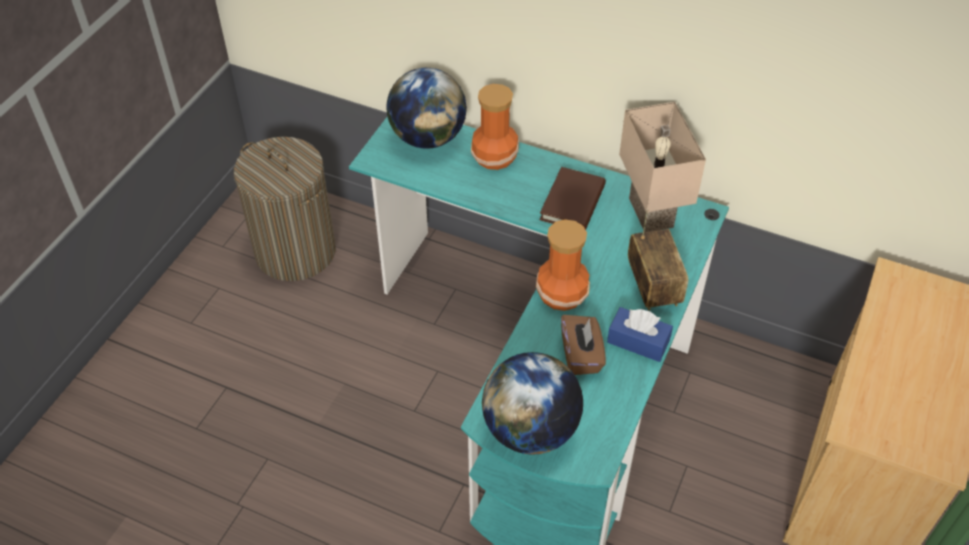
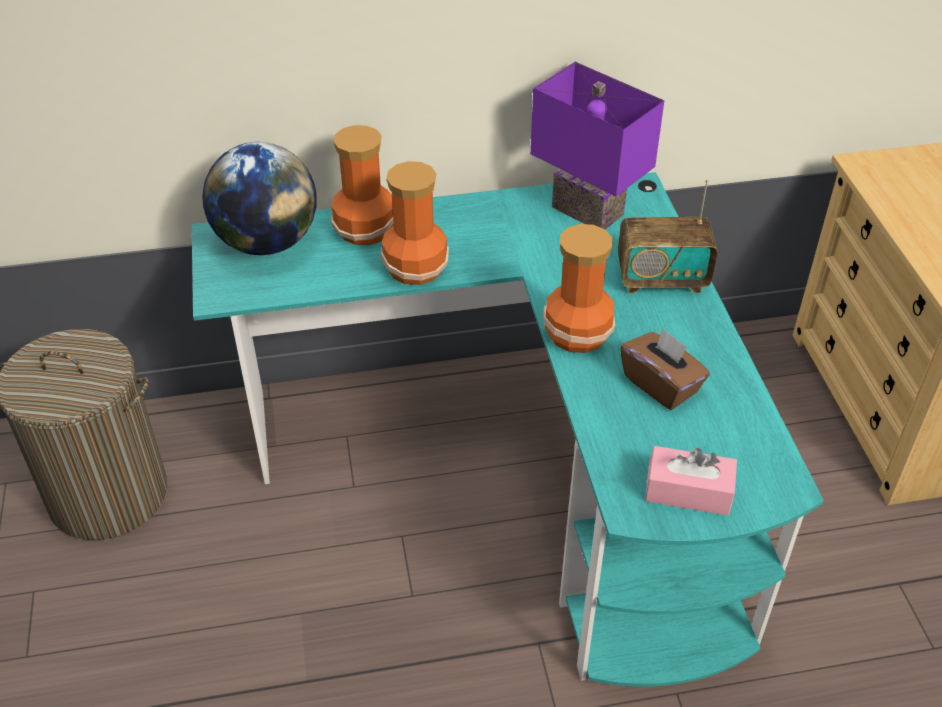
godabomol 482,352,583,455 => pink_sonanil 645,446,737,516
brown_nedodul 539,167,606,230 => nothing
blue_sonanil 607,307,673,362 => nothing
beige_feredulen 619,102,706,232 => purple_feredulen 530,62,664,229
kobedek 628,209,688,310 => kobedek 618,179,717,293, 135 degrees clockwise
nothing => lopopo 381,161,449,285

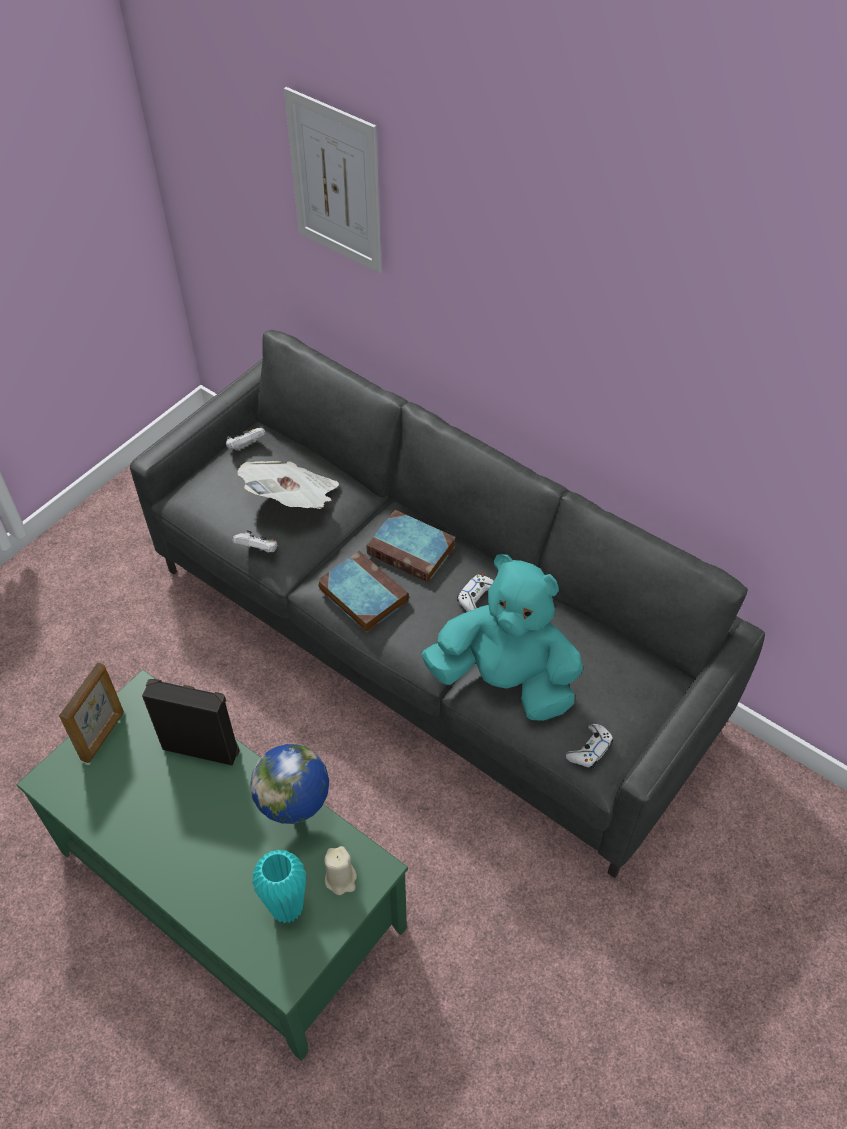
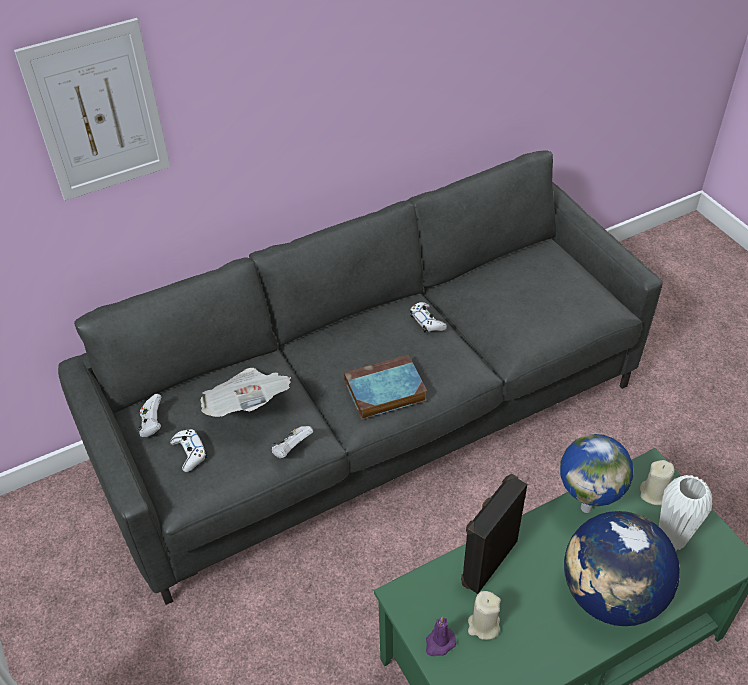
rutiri 59,662,124,763 => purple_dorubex 426,617,456,656
turquoise_lopopo 252,850,306,923 => white_lopopo 659,475,712,551
nedodul 366,510,456,583 => nothing
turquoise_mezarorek 421,554,583,721 => nothing
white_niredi 566,724,613,768 => white_niredi 170,429,207,472, moved
nothing => beige_dorubex 468,591,501,640
nothing => godabomol 564,511,680,626

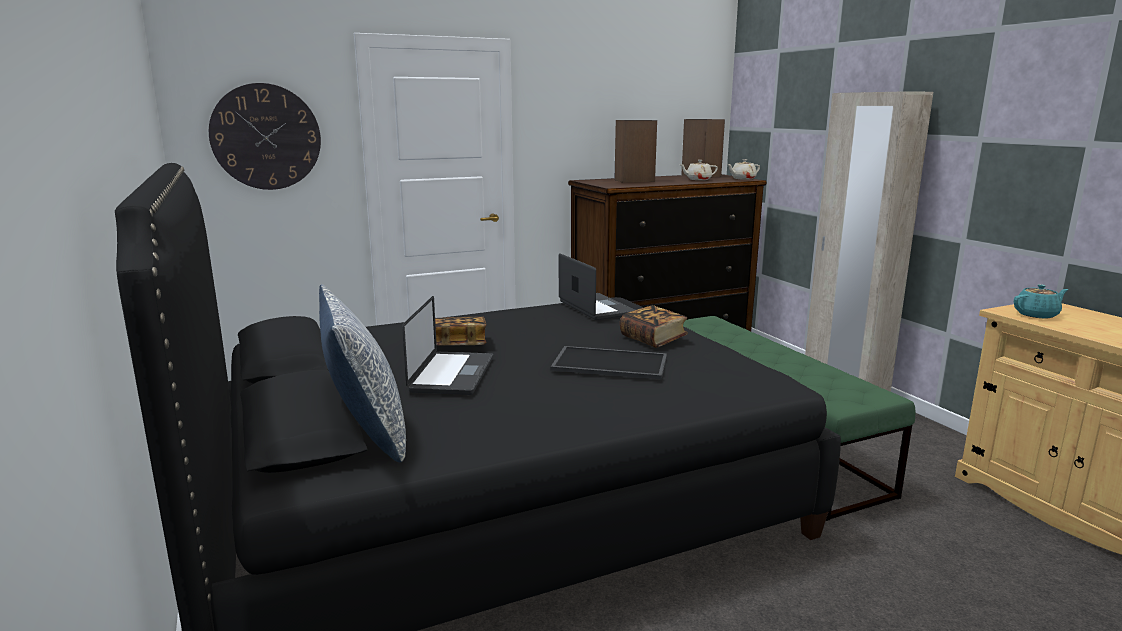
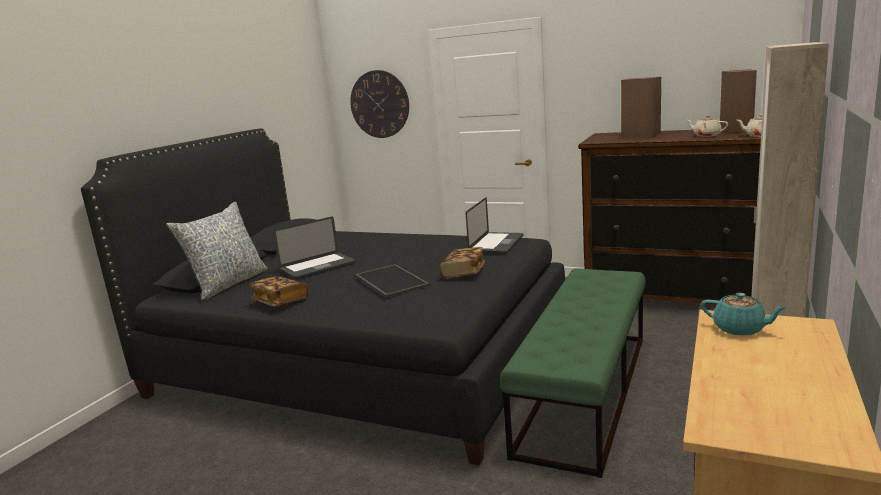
nedodul 435,316,486,345 => nedodul 250,276,308,307, moved

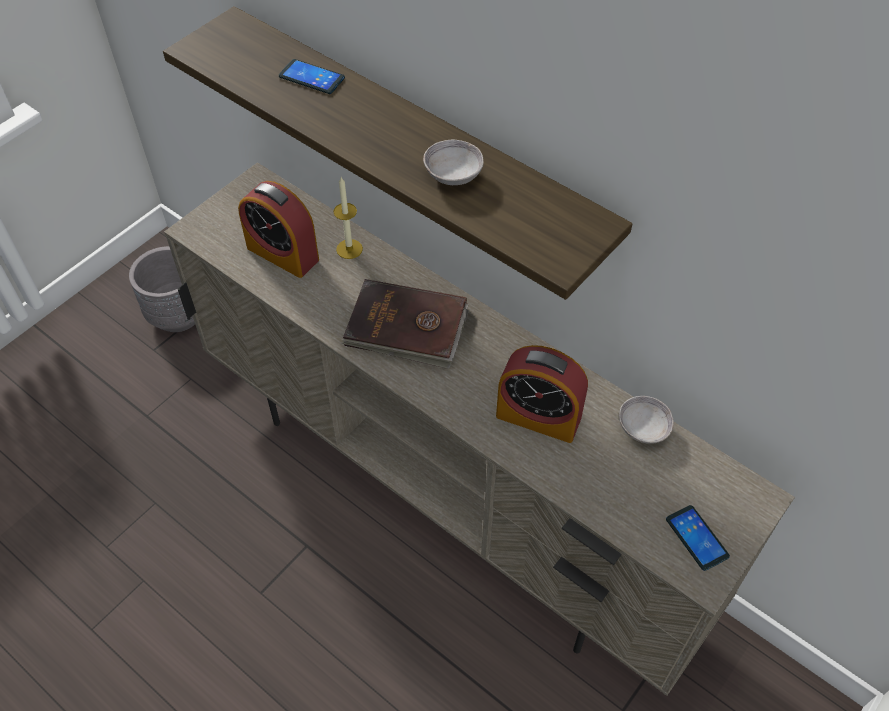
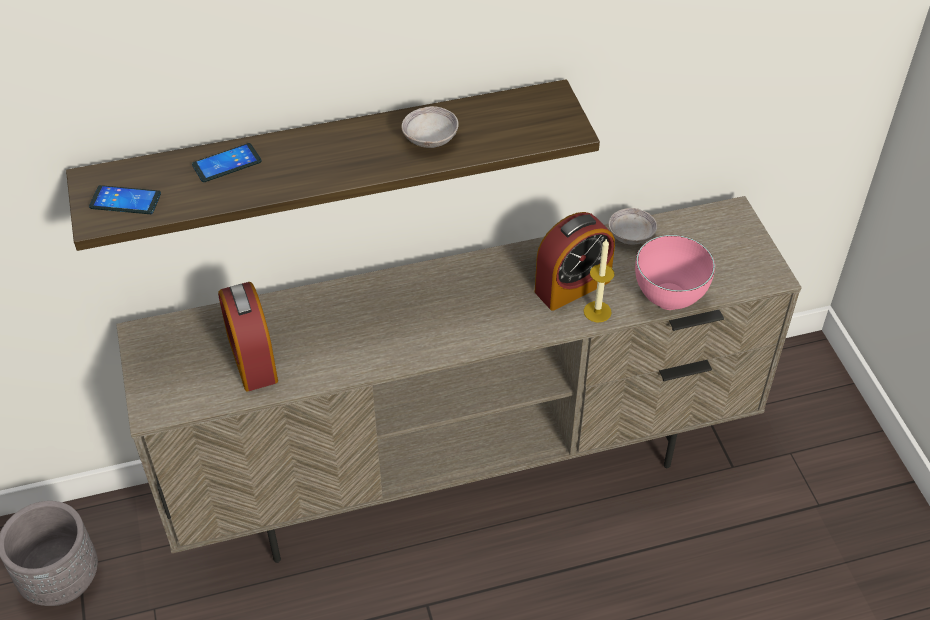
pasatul 238,181,319,278 => pasatul 218,282,278,392, 90 degrees clockwise
dorubex 333,177,363,259 => dorubex 584,238,615,322, moved
brown_nedodul 342,279,469,369 => nothing
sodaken 666,505,730,571 => sodaken 89,185,161,214, moved
nothing => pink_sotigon 635,235,715,310

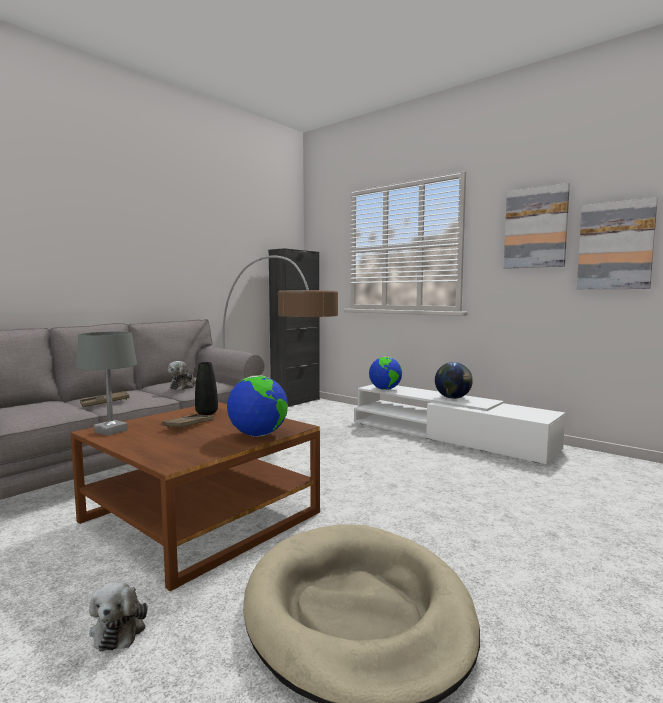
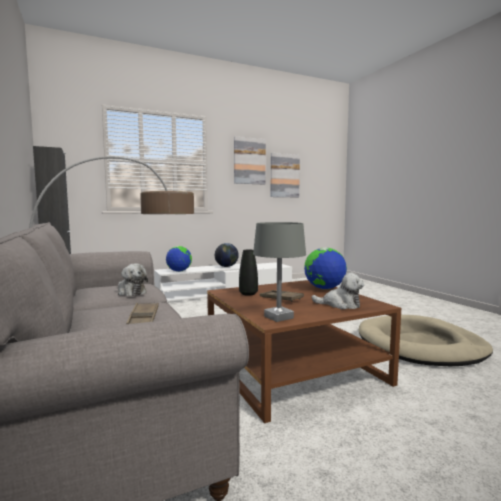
mezarorek 89,582,147,651 => mezarorek 311,272,364,309, moved

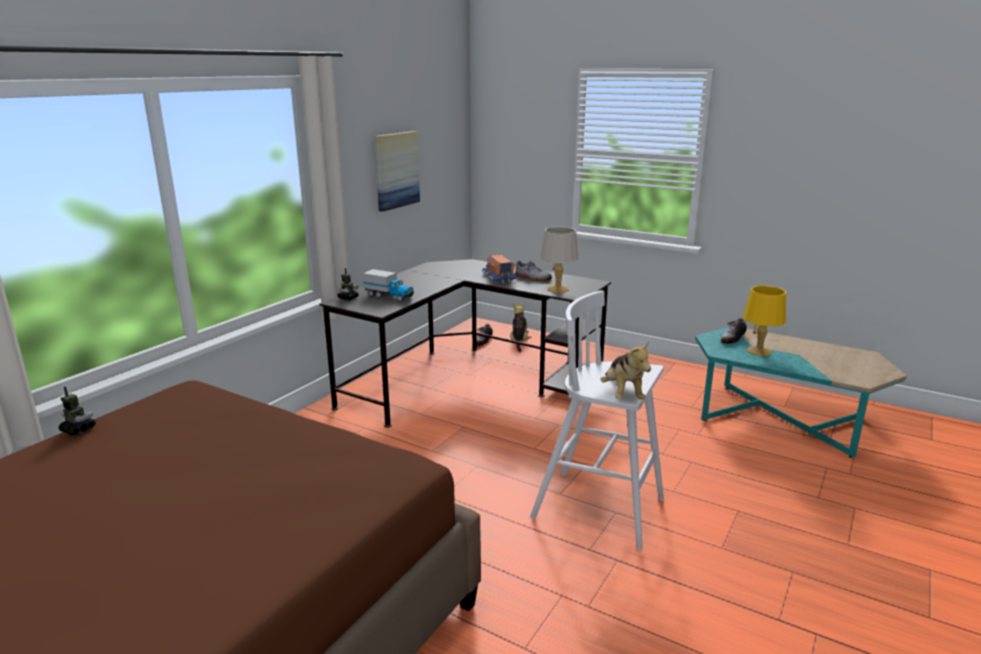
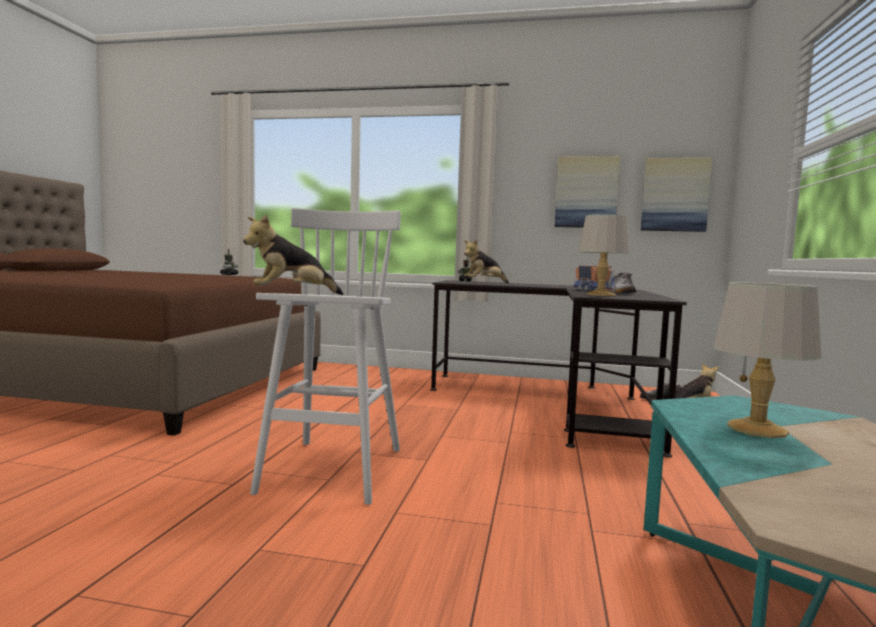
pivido 363,269,414,302 => mezarorek 464,239,509,283
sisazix 721,318,747,344 => nothing
yellow_feredulen 743,286,786,356 => grey_feredulen 714,282,822,438
nothing => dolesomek 641,158,712,232

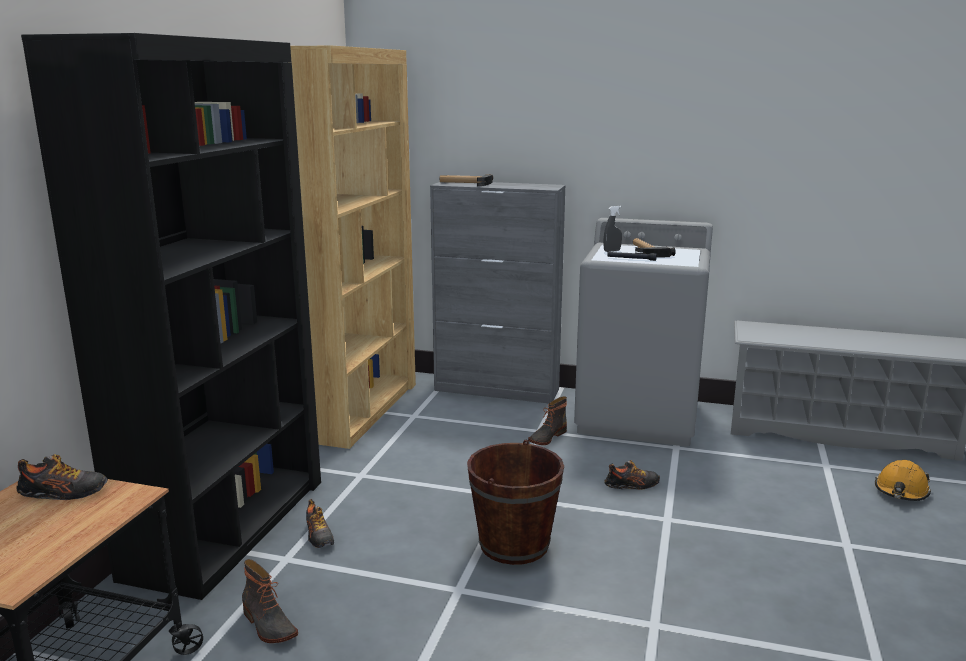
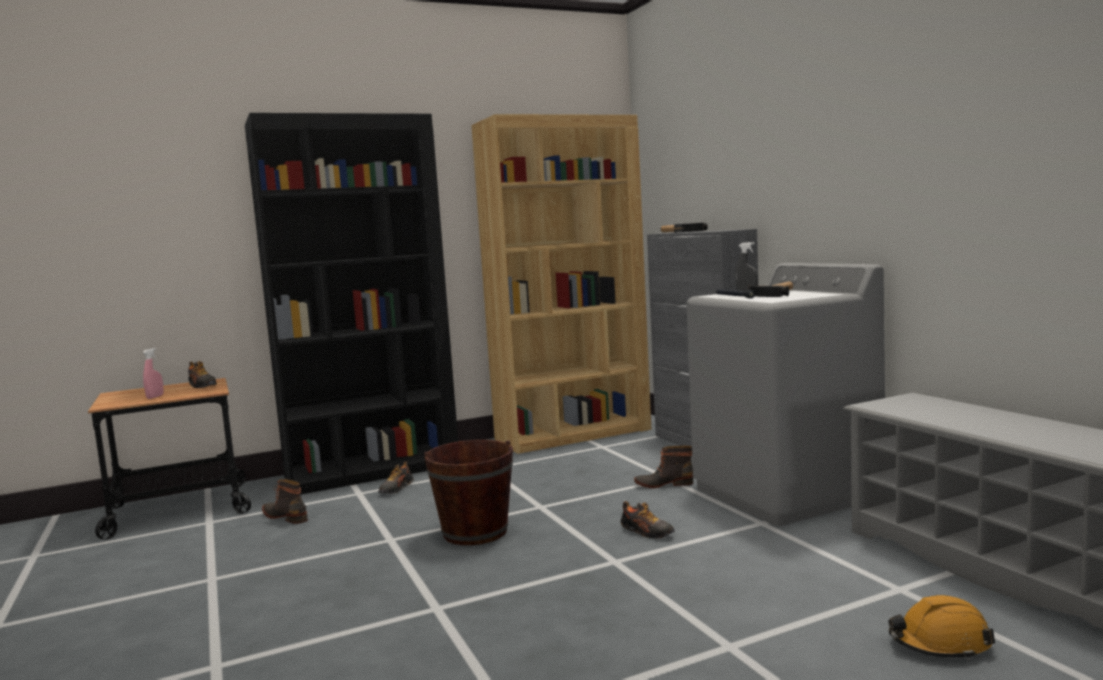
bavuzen 242,559,298,643 => bavuzen 262,479,308,524, 120 degrees clockwise
nothing => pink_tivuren 143,348,164,399

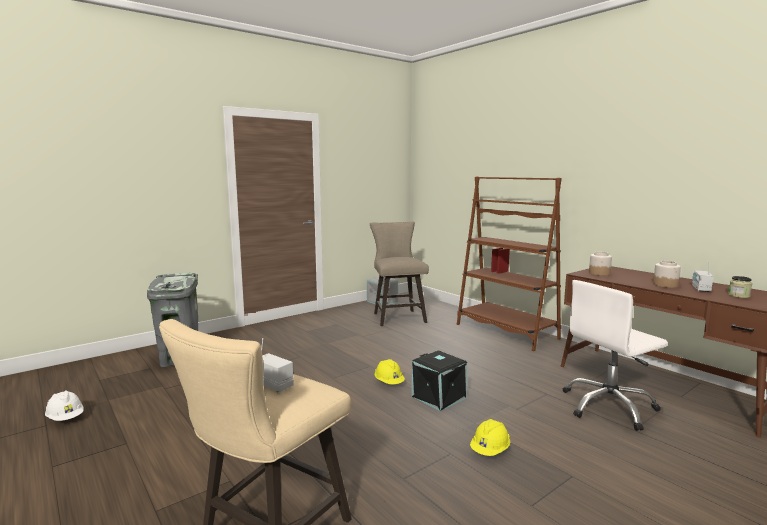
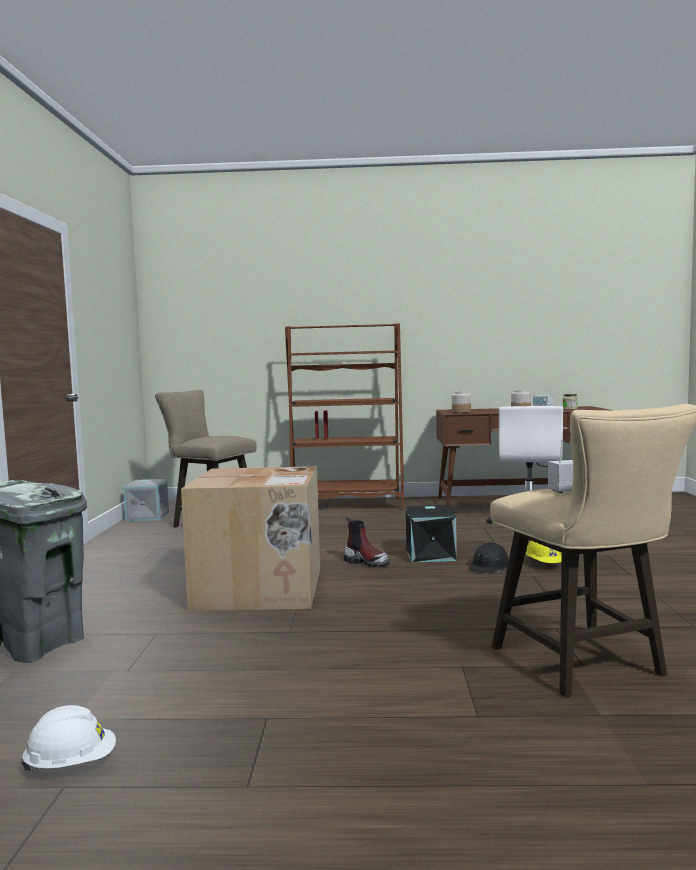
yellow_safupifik 375,359,405,384 => bavuzen 344,516,389,567
nothing => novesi 181,466,320,611
nothing => black_safupifik 468,542,508,573

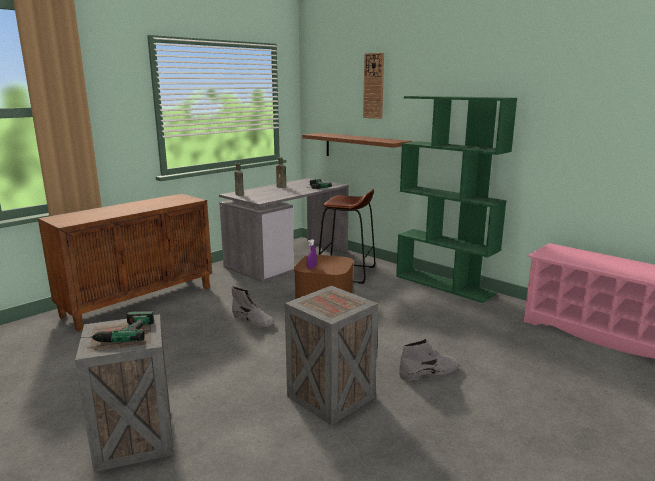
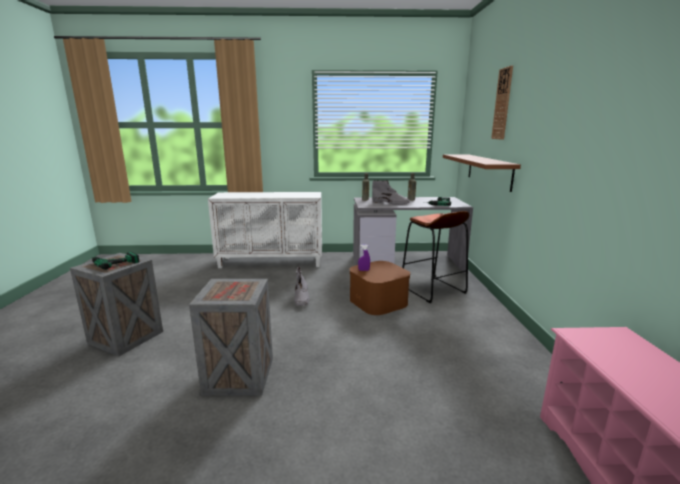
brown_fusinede 38,194,212,332 => white_fusinede 208,192,322,268
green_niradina 396,96,517,303 => nothing
grey_bavuzen 399,338,458,381 => grey_bavuzen 372,180,410,205, moved

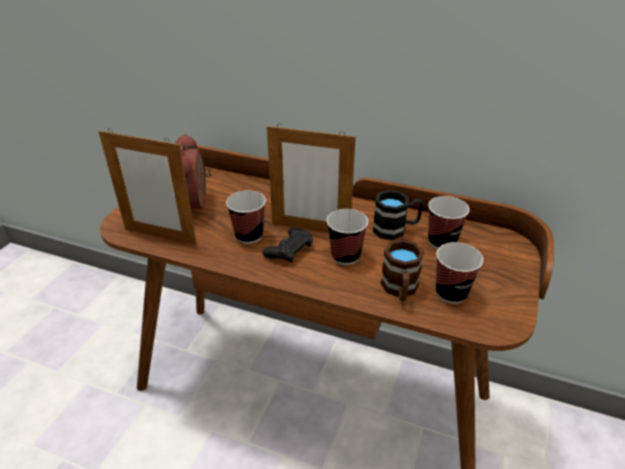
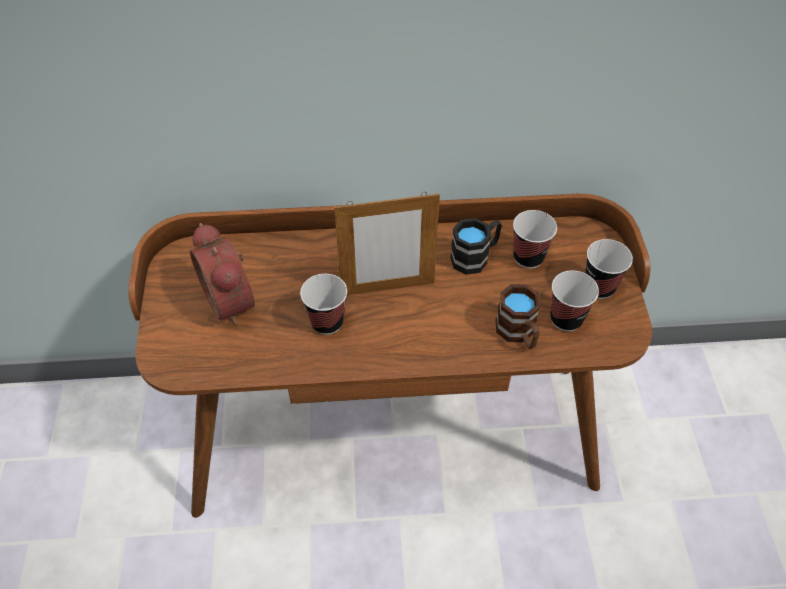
rutiri 98,128,197,245 => nothing
black_niredi 262,227,313,263 => nothing
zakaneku 327,209,368,265 => zakaneku 585,239,633,299, moved

